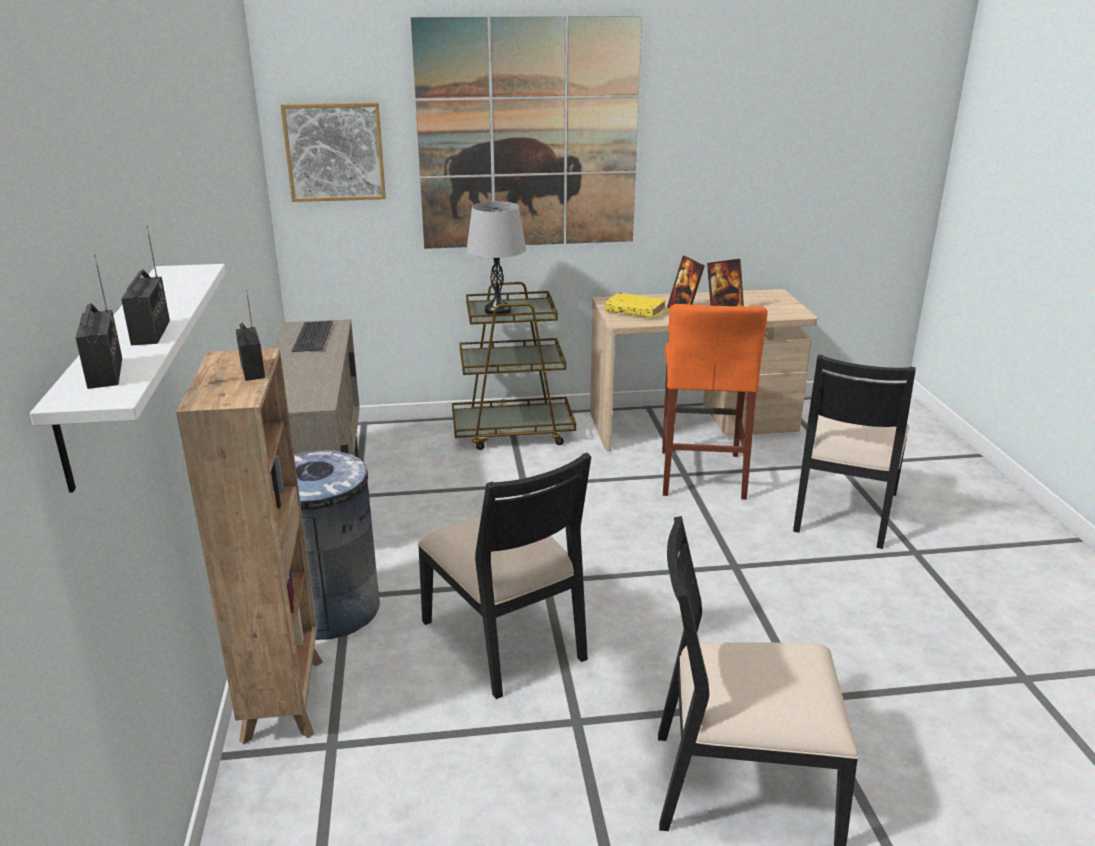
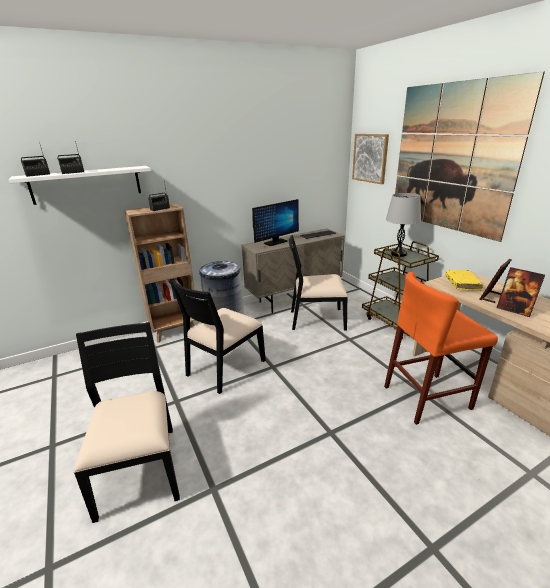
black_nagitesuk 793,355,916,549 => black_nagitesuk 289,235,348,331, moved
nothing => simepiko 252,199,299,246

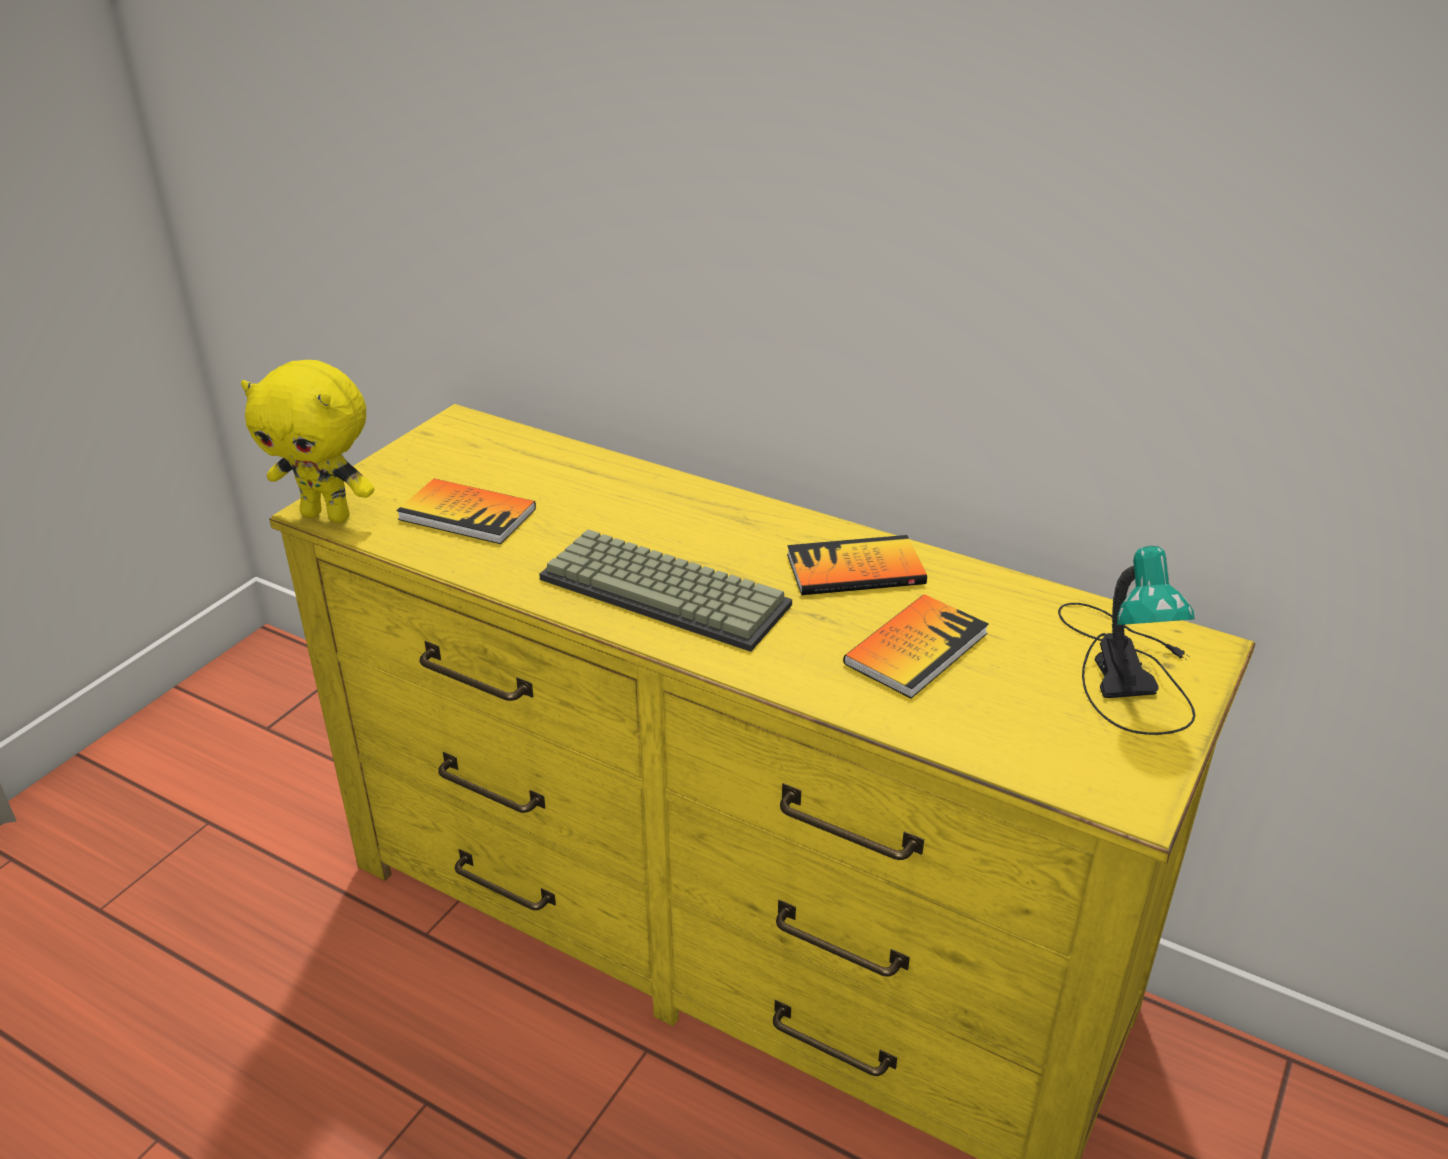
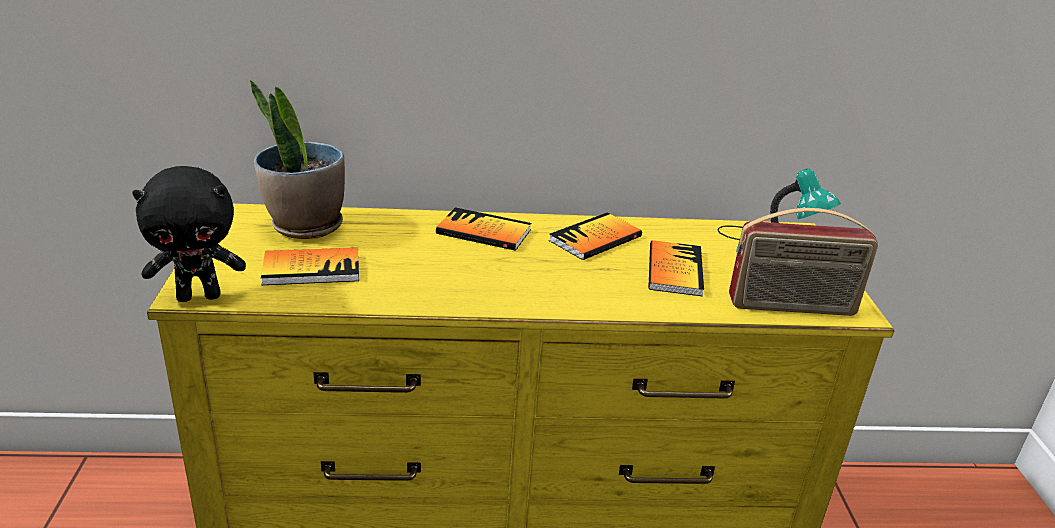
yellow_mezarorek 241,360,374,523 => black_mezarorek 132,166,246,302
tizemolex 539,529,792,652 => nothing
nothing => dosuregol 250,80,345,239
nothing => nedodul 436,207,531,251
nothing => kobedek 729,208,878,316

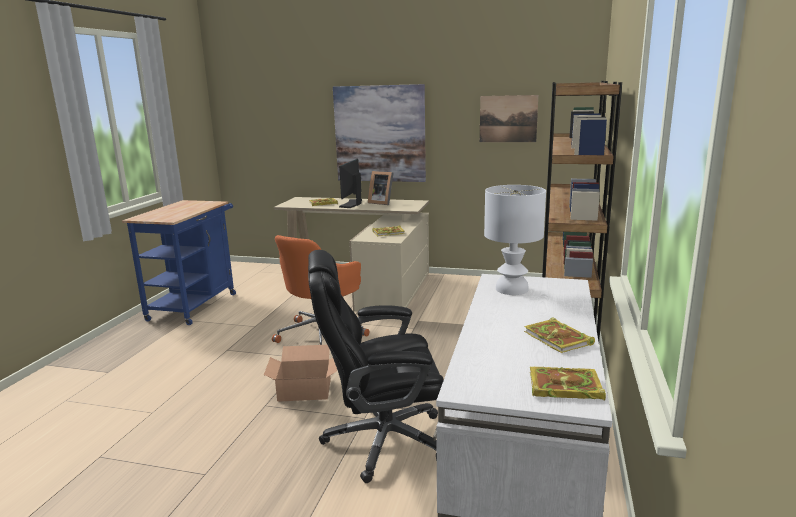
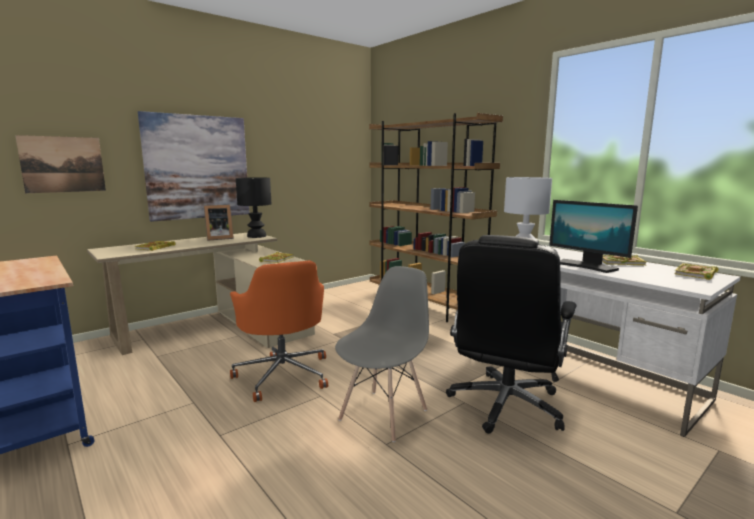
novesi 264,345,337,402 => grey_nagitesuk 335,266,429,442
simepiko 339,158,362,208 => simepiko 549,200,638,273, moved
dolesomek 480,95,538,142 => dolesomek 15,135,106,193, moved
nothing => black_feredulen 236,177,271,238

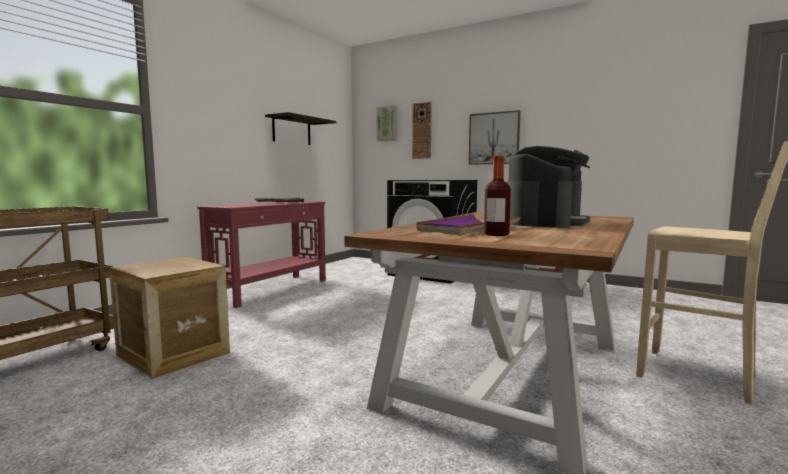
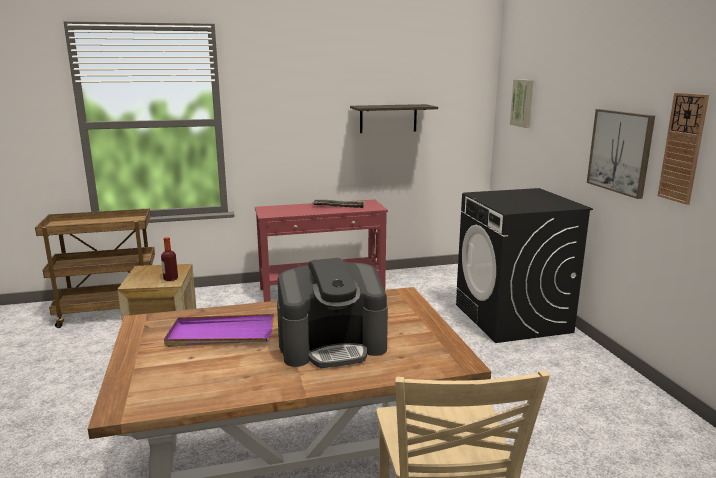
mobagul 412,102,432,159 => mobagul 658,93,709,205, moved
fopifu 484,156,511,236 => fopifu 161,237,178,281, moved

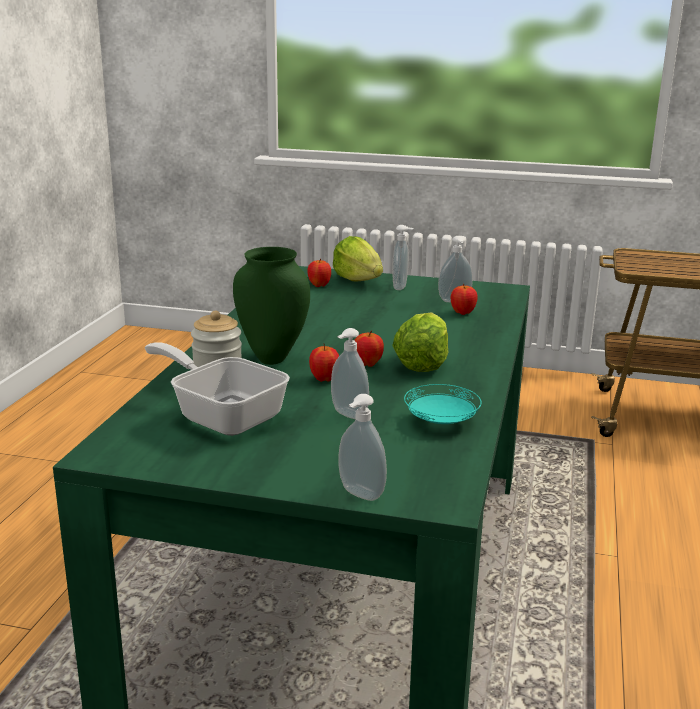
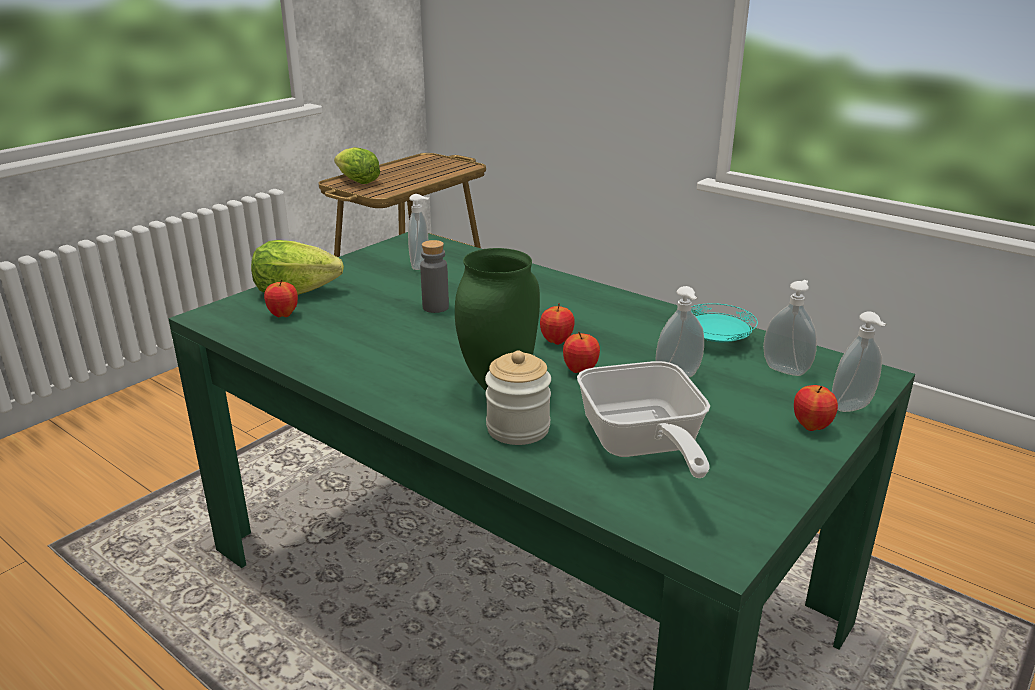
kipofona 145,342,290,436 => kipofona 577,361,710,478, 75 degrees counterclockwise
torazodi 392,225,413,290 => torazodi 763,280,817,376, moved
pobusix 392,312,448,372 => pobusix 334,147,380,184, moved
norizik 451,284,478,315 => norizik 794,385,838,431, moved
nothing => grey_fopifu 420,240,449,313

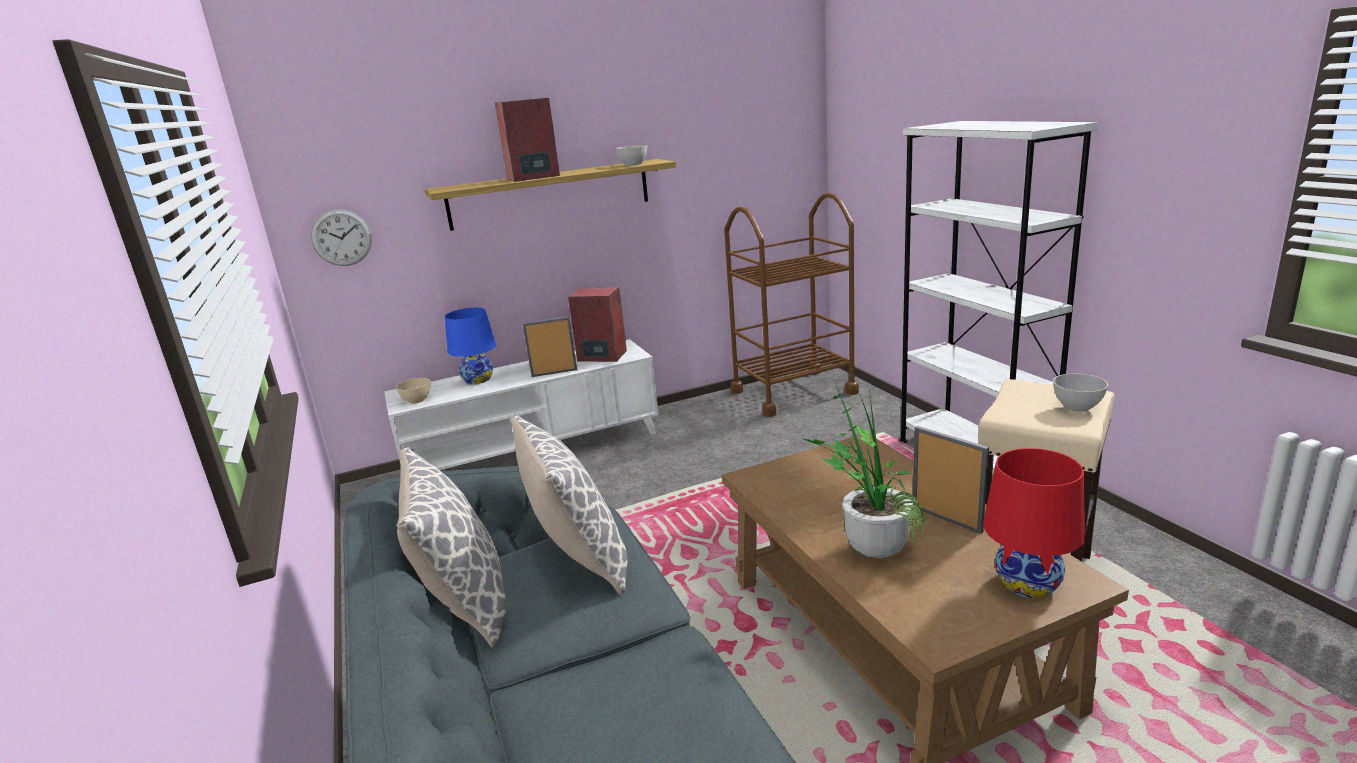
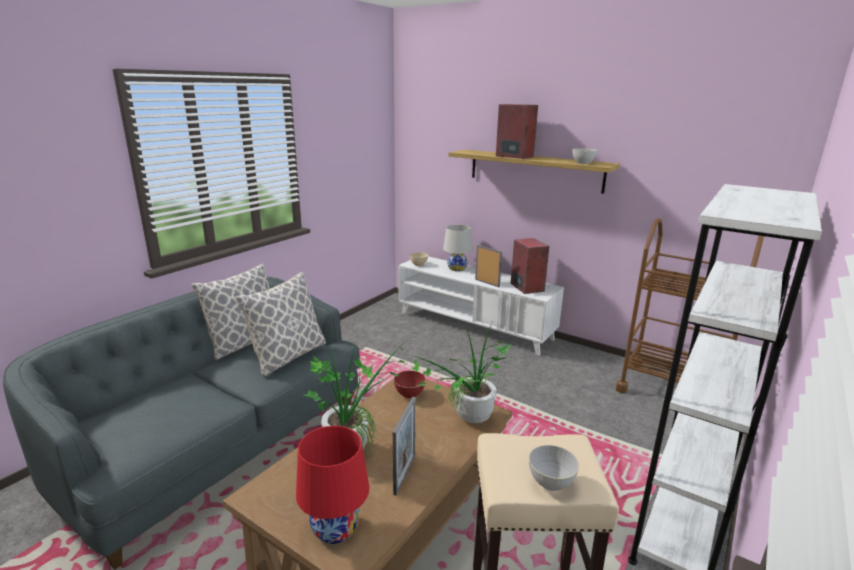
mobagul 311,209,372,266 => nothing
blue_feredulen 445,308,496,384 => white_feredulen 443,225,472,271
nothing => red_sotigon 394,370,426,398
nothing => dosuregol 411,320,512,423

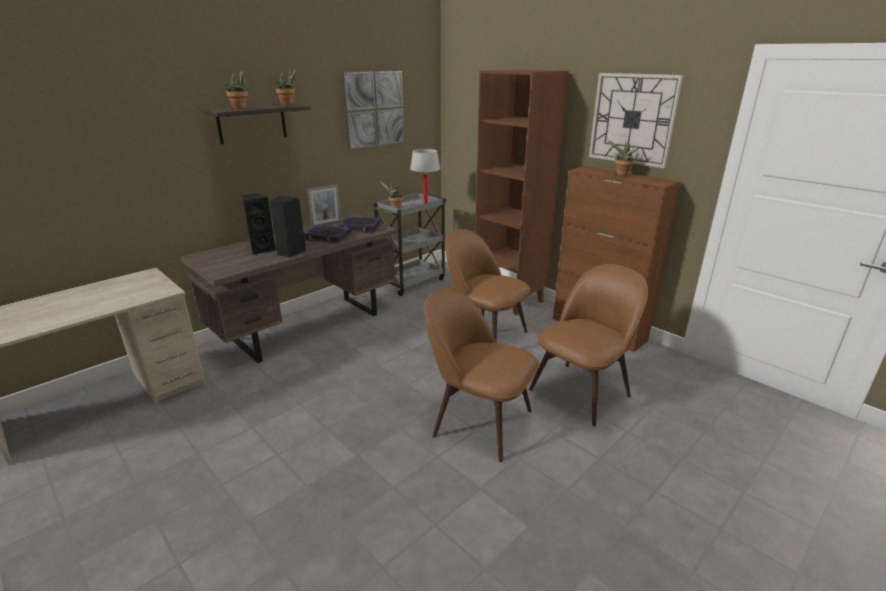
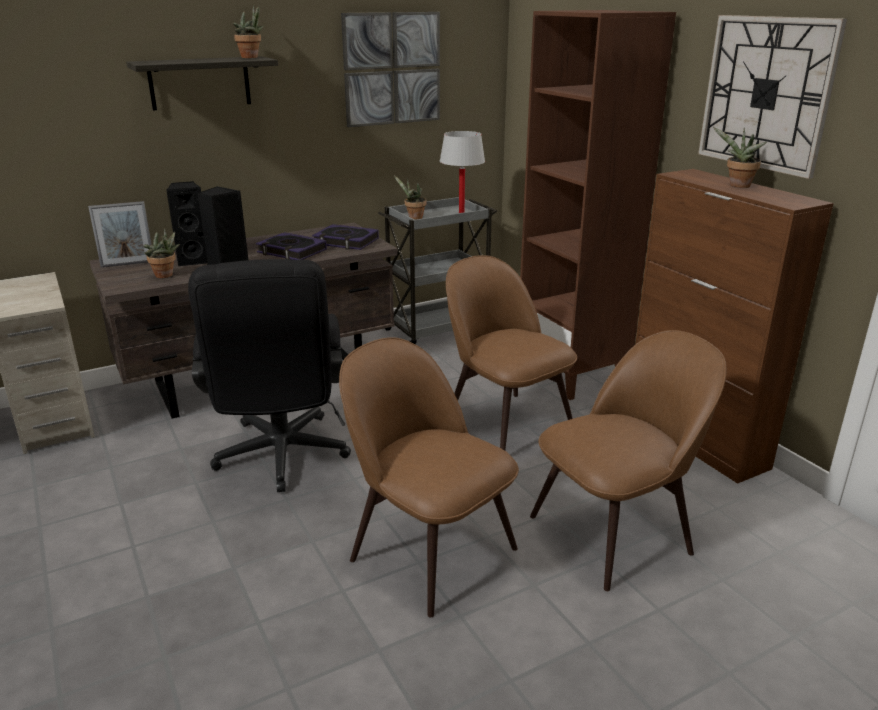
dosuregol 225,70,250,109 => dosuregol 143,228,180,278, moved
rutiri 307,185,341,227 => rutiri 88,201,152,268, moved
nothing => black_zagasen 188,259,351,492

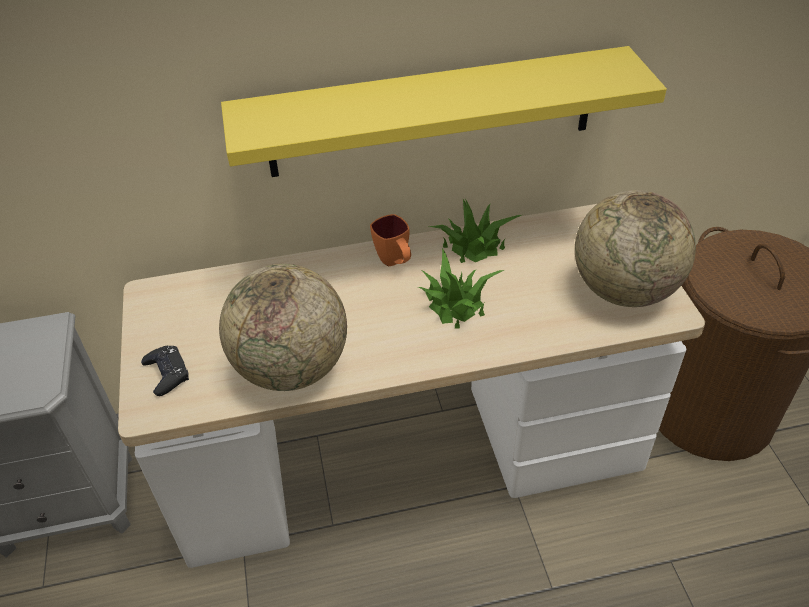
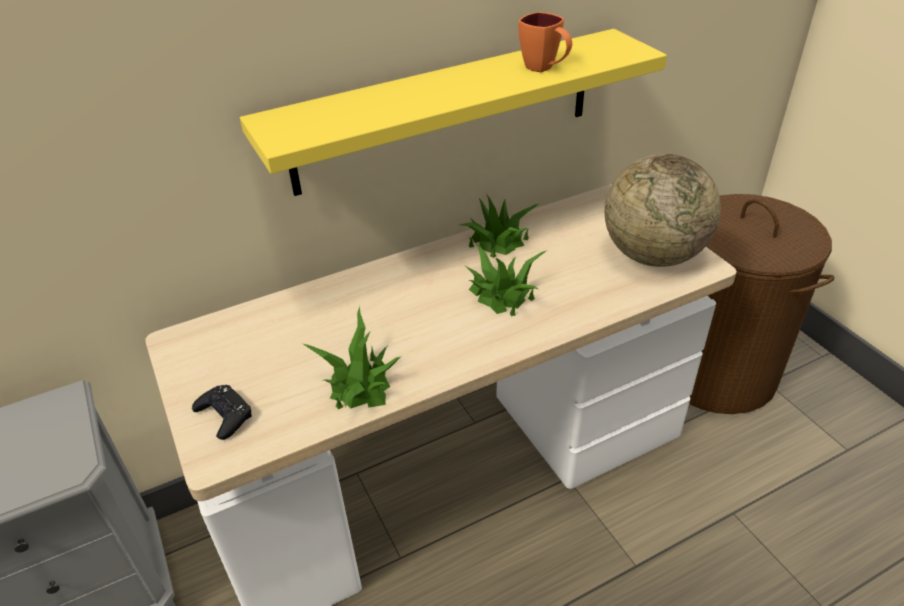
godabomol 219,264,347,391 => dosuregol 303,306,402,409
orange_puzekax 370,214,411,266 => orange_puzekax 519,12,572,72, moved

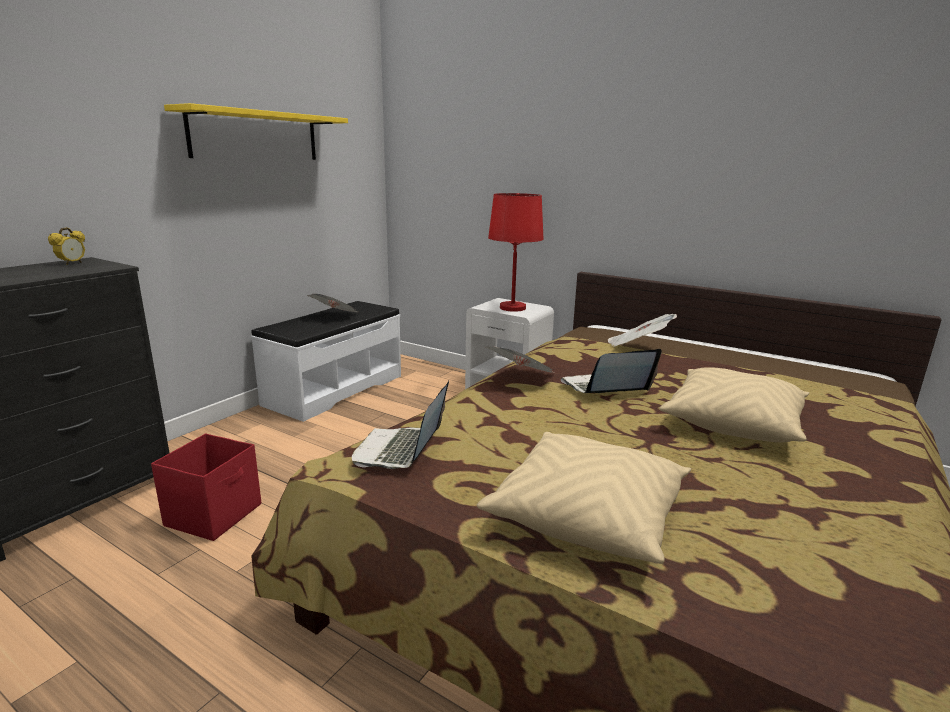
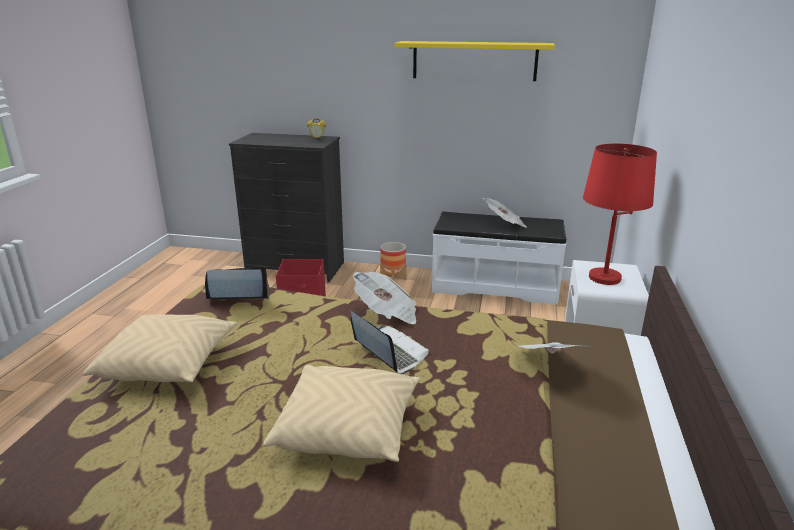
nothing => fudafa 380,242,406,281

